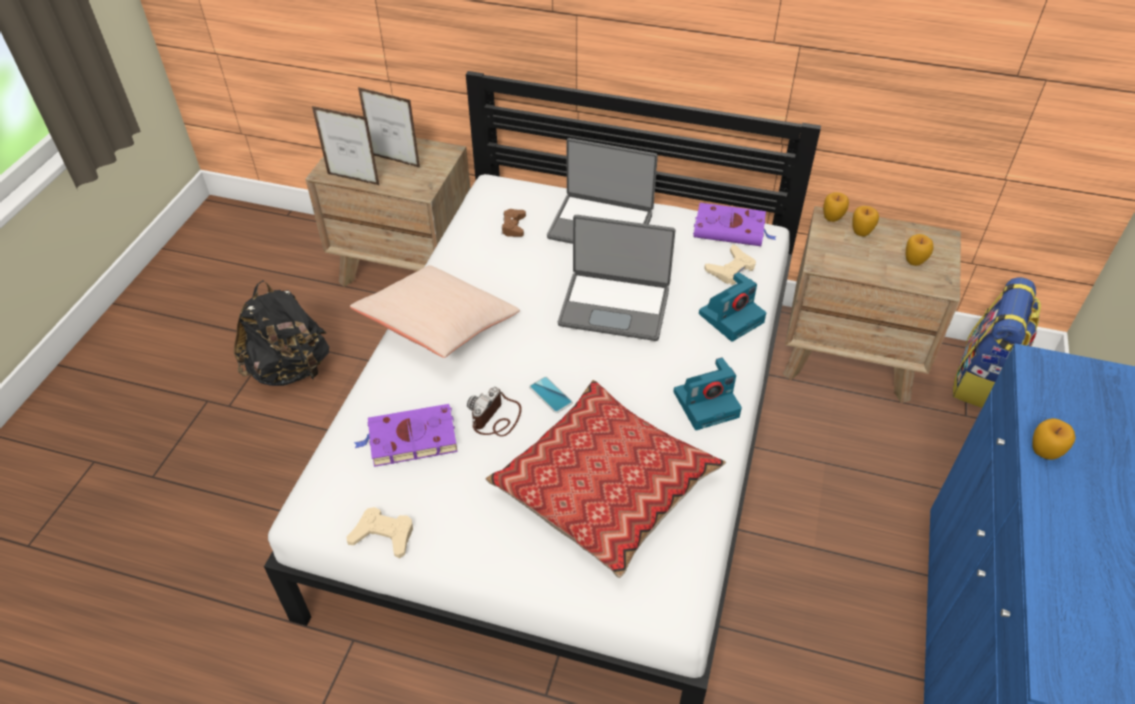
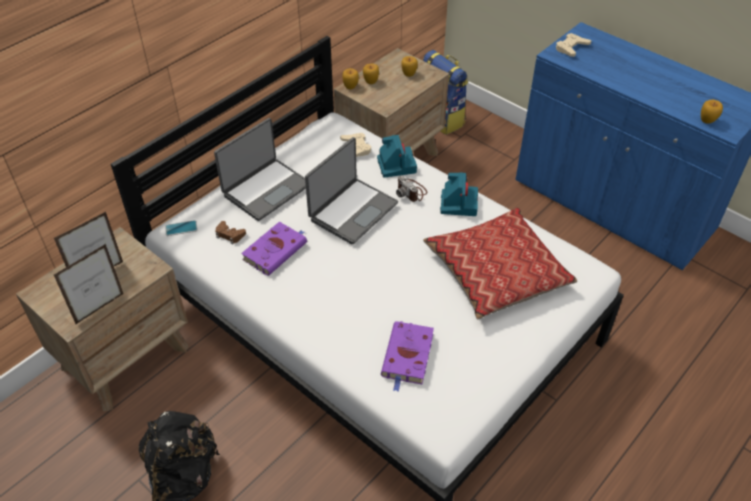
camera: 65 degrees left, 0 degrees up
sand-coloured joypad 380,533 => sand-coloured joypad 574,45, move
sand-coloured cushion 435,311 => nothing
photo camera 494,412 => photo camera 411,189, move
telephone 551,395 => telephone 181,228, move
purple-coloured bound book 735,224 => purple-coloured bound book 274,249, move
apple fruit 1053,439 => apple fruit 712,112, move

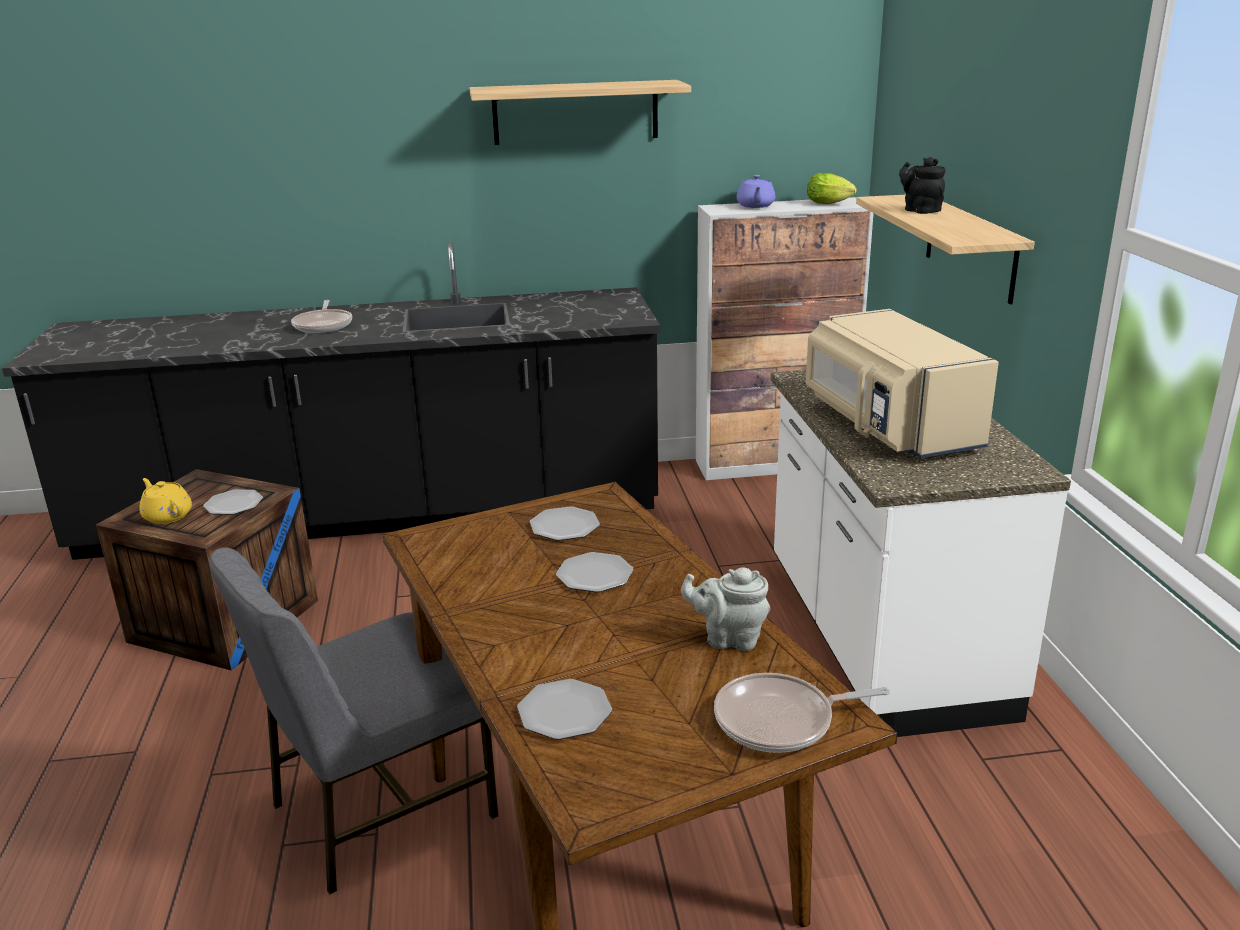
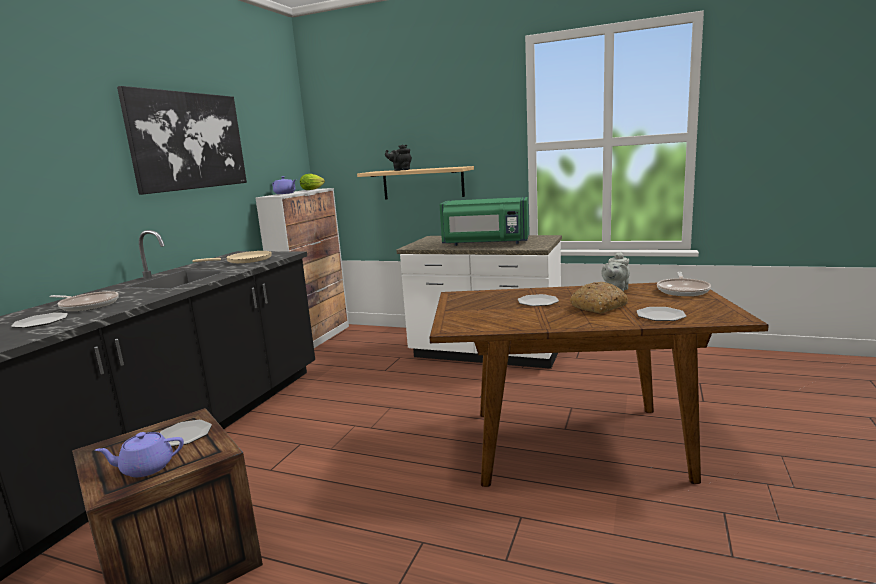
camera: 60 degrees left, 10 degrees down
yellowish pot for tea 165,501 => purple-coloured pot for tea 139,454
grey plain chair 354,721 => nothing
wall shelf 580,112 => wall picture 182,140
plate 565,523 => plate 39,320, move
sand-coloured kitchen microwave 902,383 => green-coloured kitchen microwave 484,221
nothing => sand-coloured frying pan 232,257
nothing => baked bread 599,297

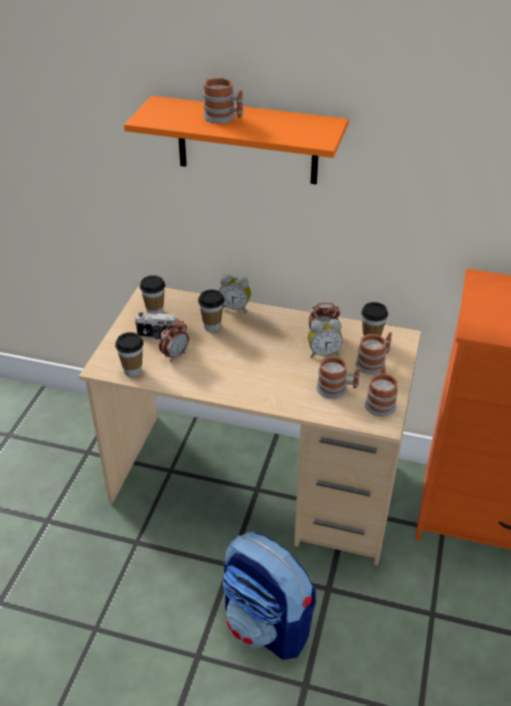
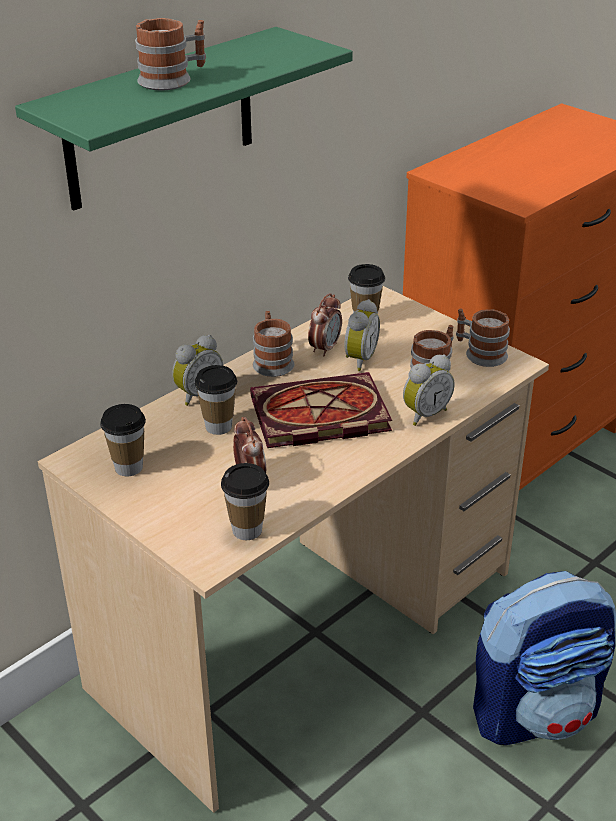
camera: 60 degrees left, 5 degrees down
orange wall shelf 236,140 => green-coloured wall shelf 184,118
photo camera 156,325 => nothing
coffee mug 374,353 => coffee mug 274,344, move
nothing => bound book 321,410
nothing => table clock 429,390

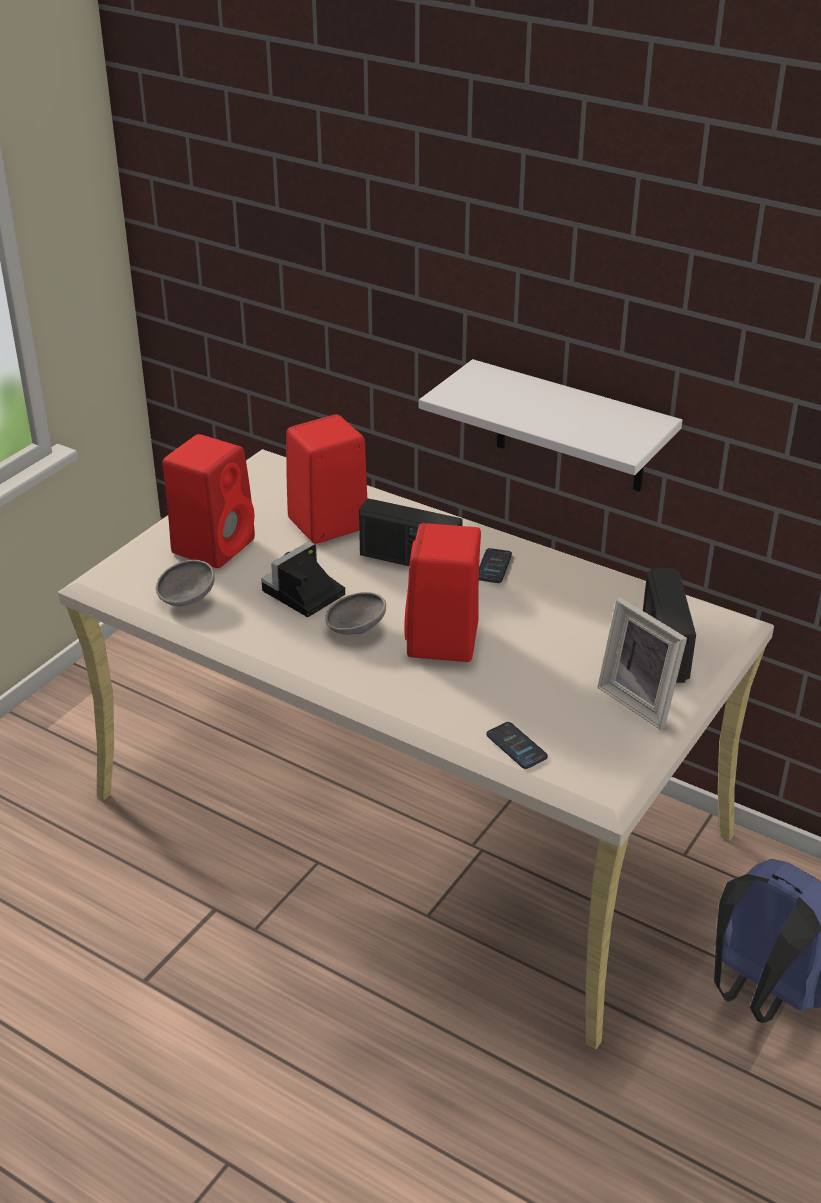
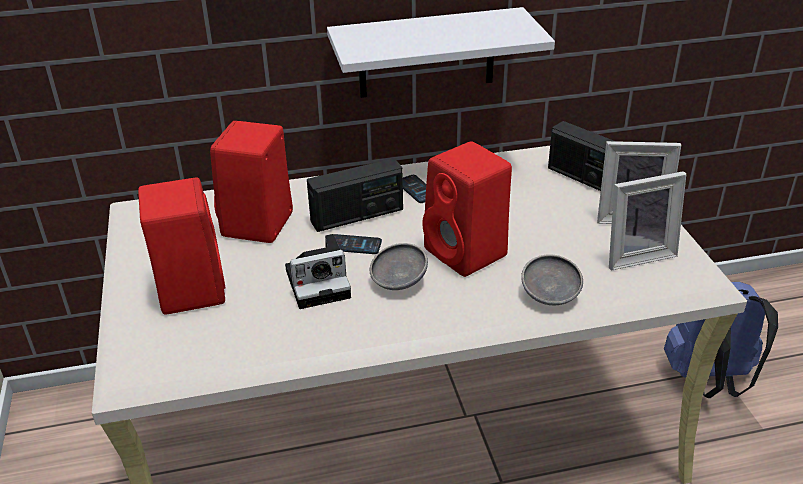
camera: 45 degrees left, 0 degrees up
grey bowl 185,583 => grey bowl 552,279, move
photo camera 303,579 => photo camera 318,271, 105 degrees counterclockwise
telephone 517,745 => telephone 357,244, move
nothing => picture frame 647,220

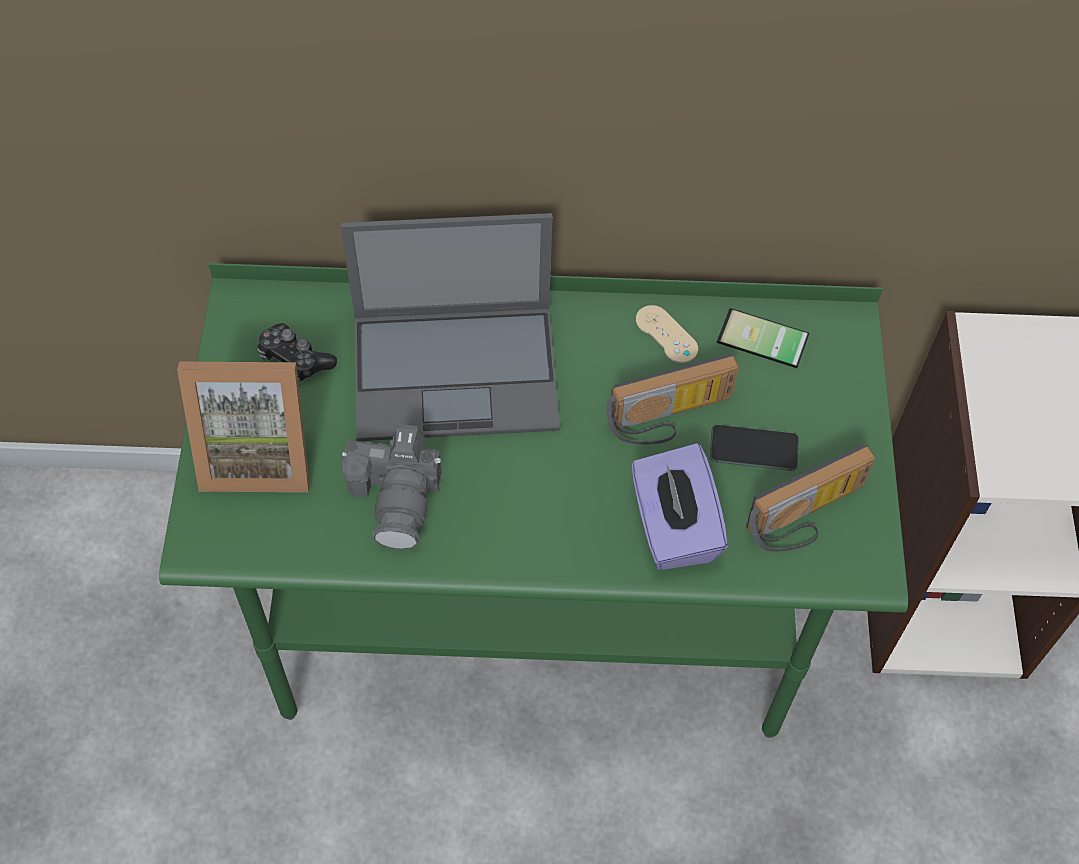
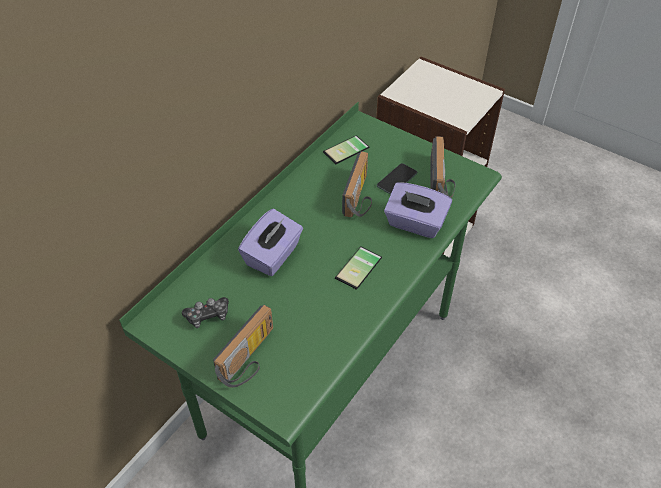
camera: 55 degrees left, 10 degrees down
picture frame 243,427 => radio set 243,346
notebook computer 450,327 => purple-coloured tissue box 270,242
photo camera 391,487 => nothing
sand-coloured joypad 667,334 => nothing
nothing => telephone 358,268

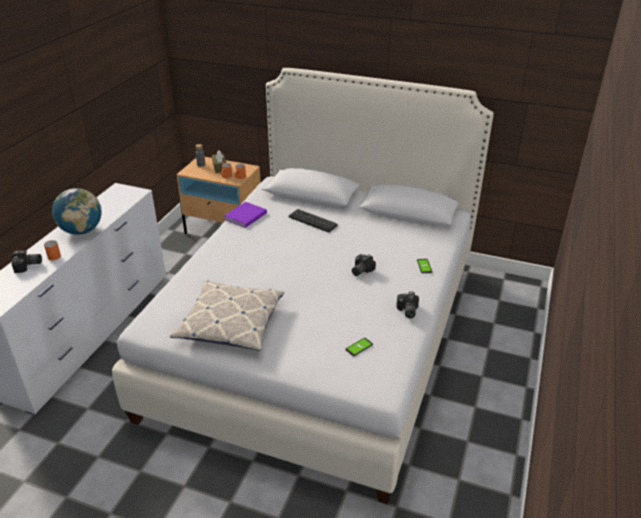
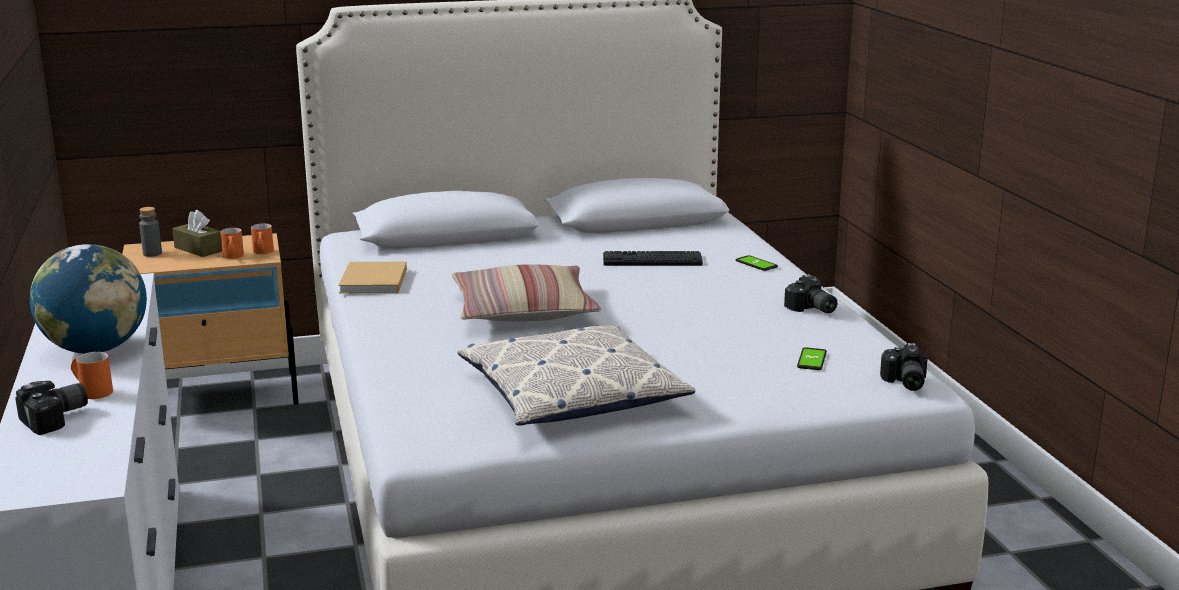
camera: 35 degrees left, 15 degrees down
purple-coloured bound book 245,215 => sand-coloured bound book 372,277
keyboard 313,221 => keyboard 653,258, move
photo camera 364,265 => photo camera 904,367, move
nothing => cushion 526,293

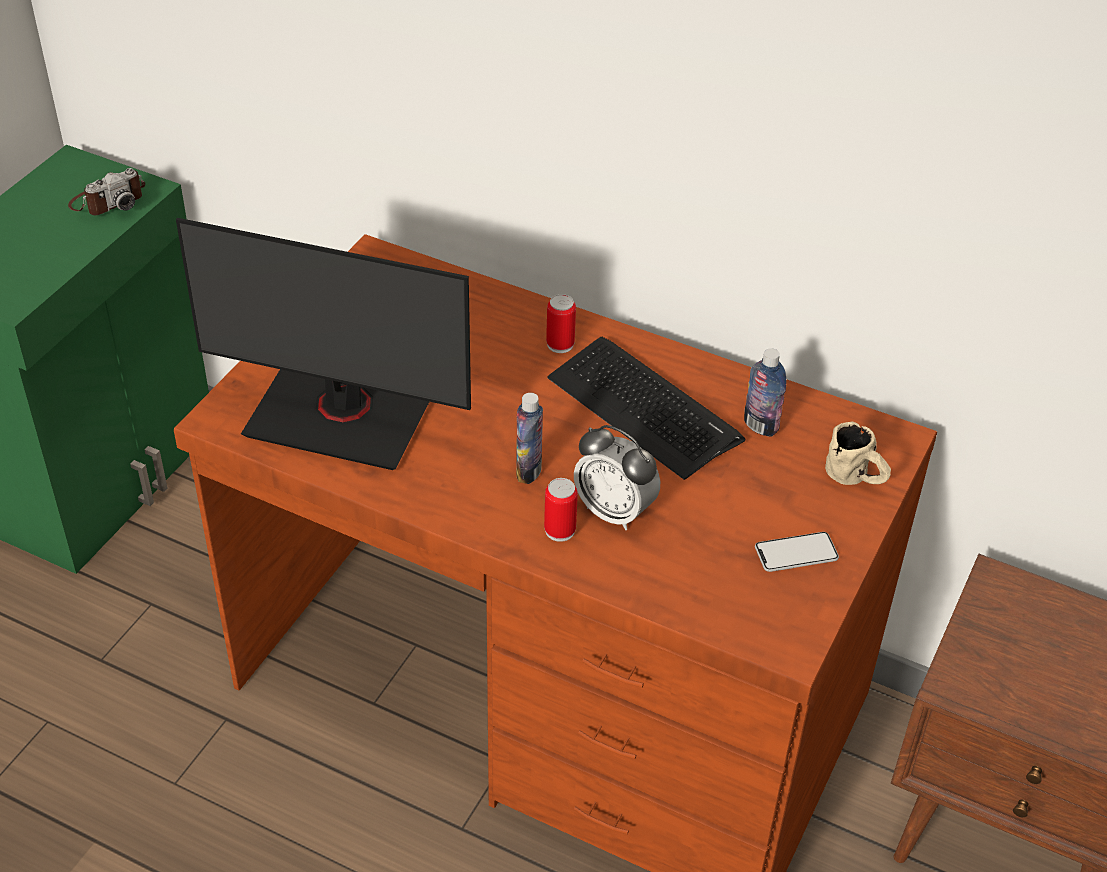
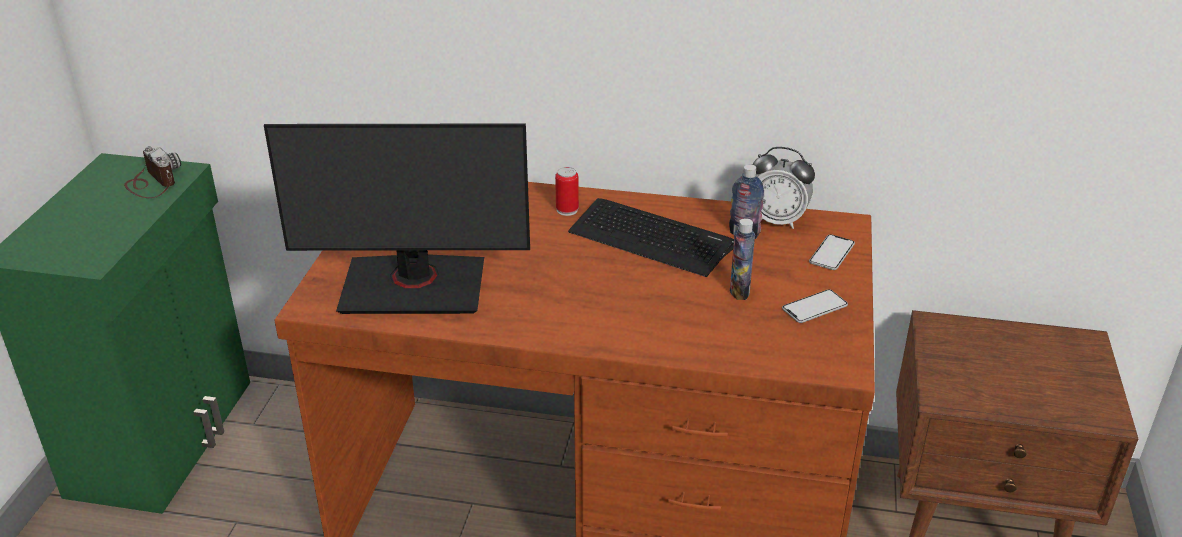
camera: 15 degrees left, 10 degrees down
photo camera 106,191 => photo camera 152,172, 75 degrees counterclockwise
drink bottle 529,438 => drink bottle 742,259, move
sealed can 561,510 => nothing
table clock 617,477 => table clock 784,188, move
sand-coloured coffee mug 858,453 => telephone 832,252

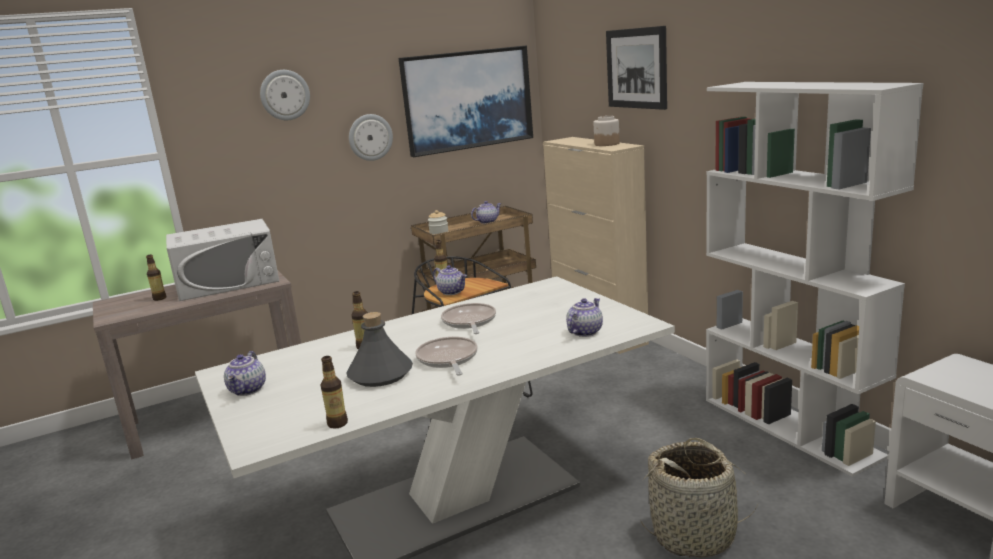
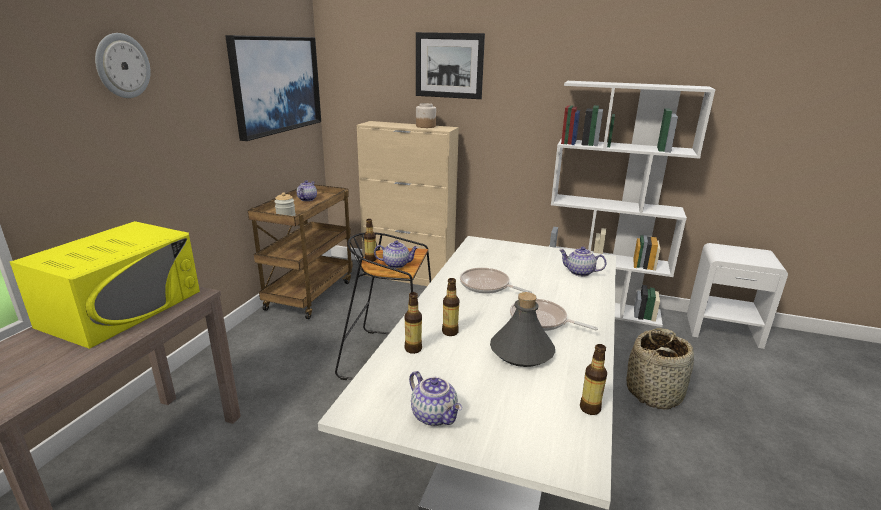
camera: 45 degrees left, 5 degrees up
drink bottle 156,278 => drink bottle 413,323, move
white kitchen microwave 222,260 => yellowish kitchen microwave 105,285
wall clock 371,137 => nothing
pot for tea 584,317 => pot for tea 582,262, 60 degrees counterclockwise

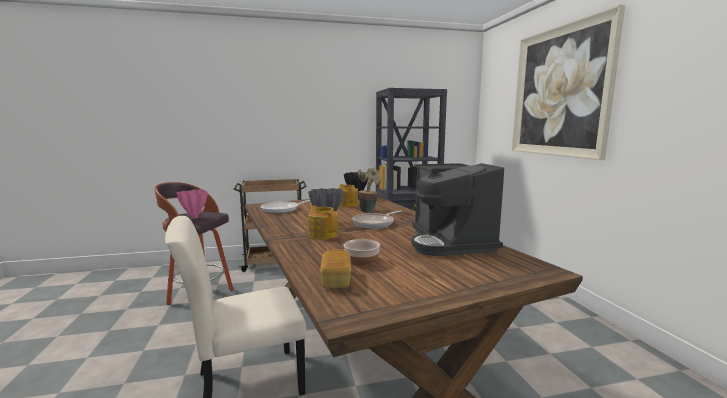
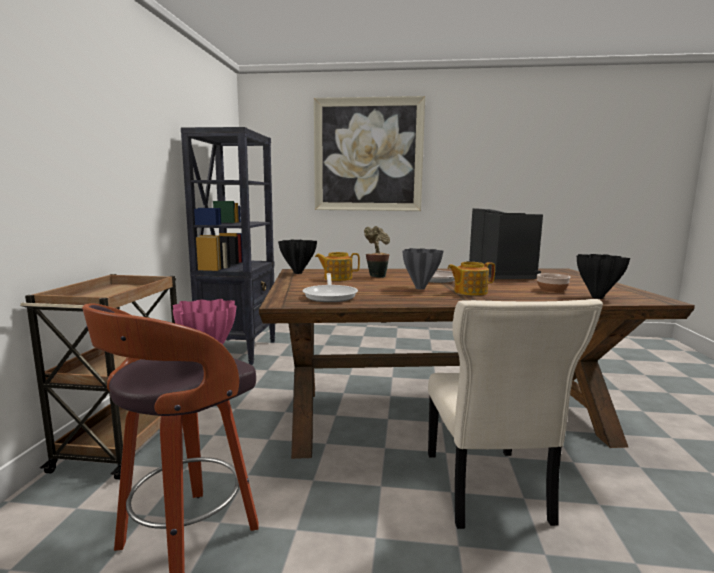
camera: 70 degrees left, 0 degrees up
baked bread 335,268 => blackish decorative vase 603,276
coffee machine 457,209 => coffee machine 504,243, 105 degrees counterclockwise

